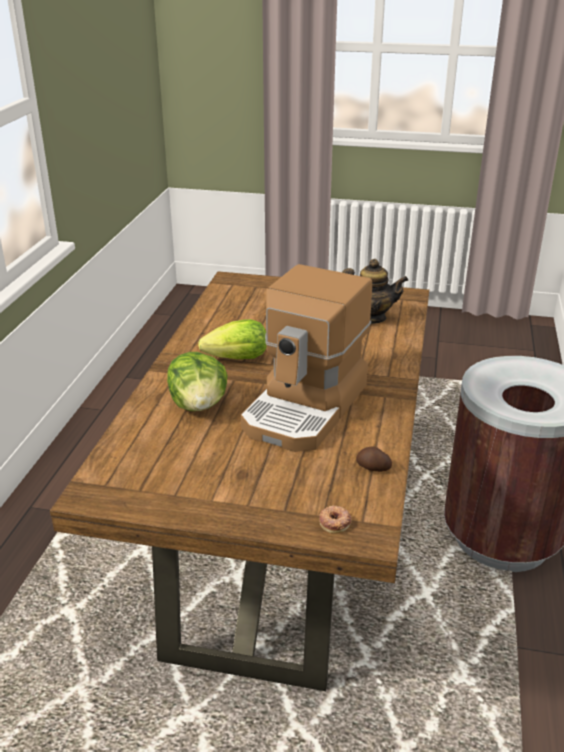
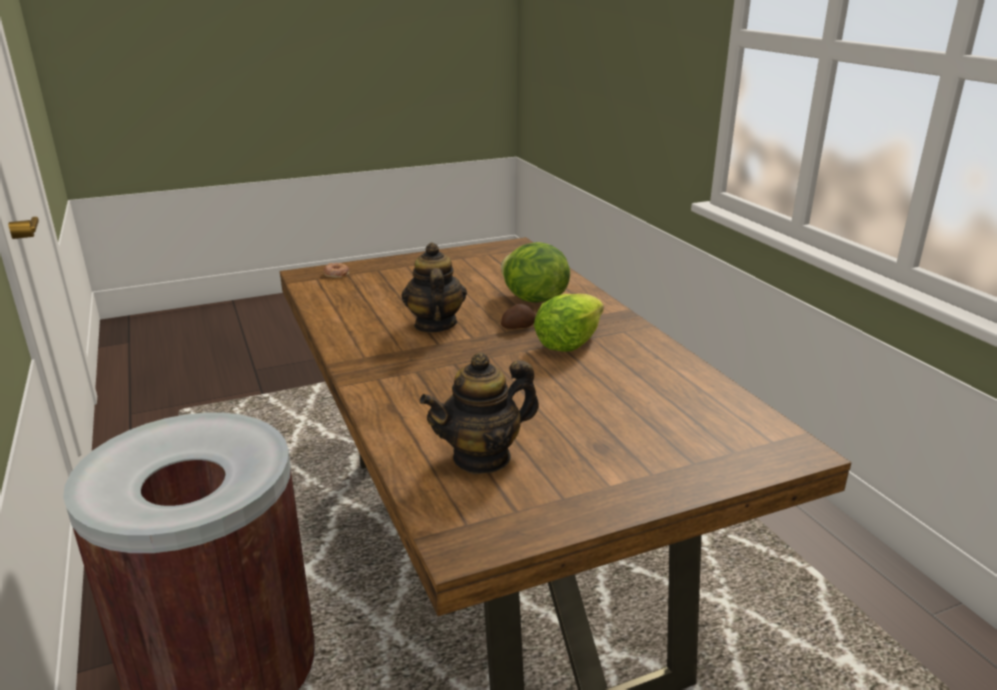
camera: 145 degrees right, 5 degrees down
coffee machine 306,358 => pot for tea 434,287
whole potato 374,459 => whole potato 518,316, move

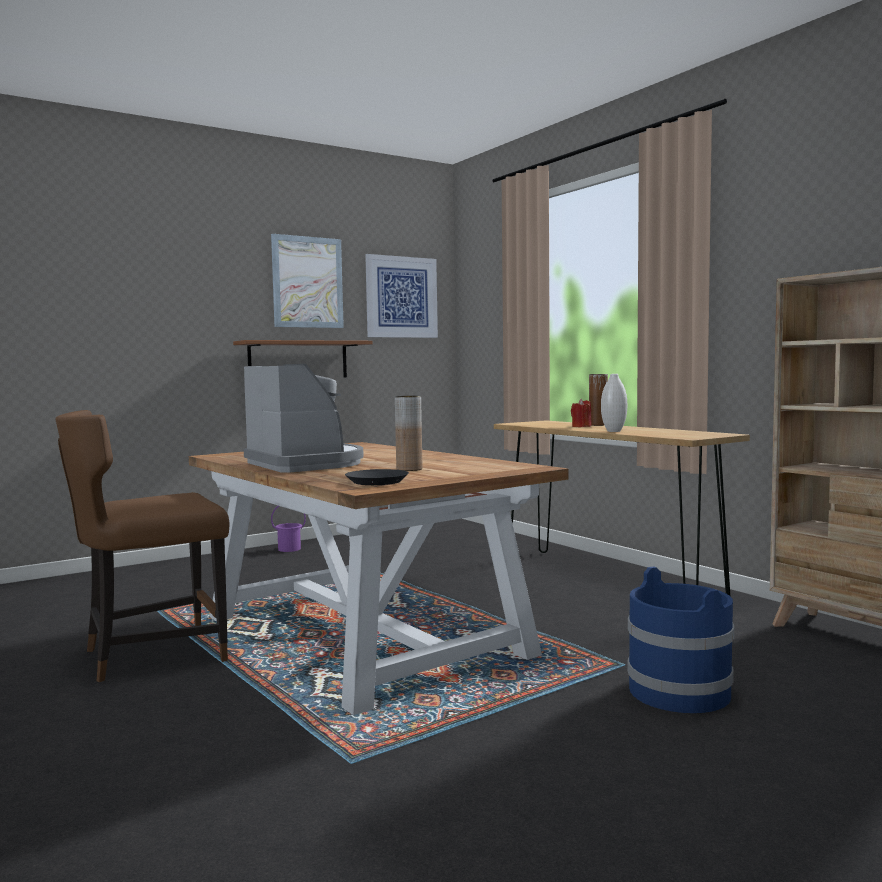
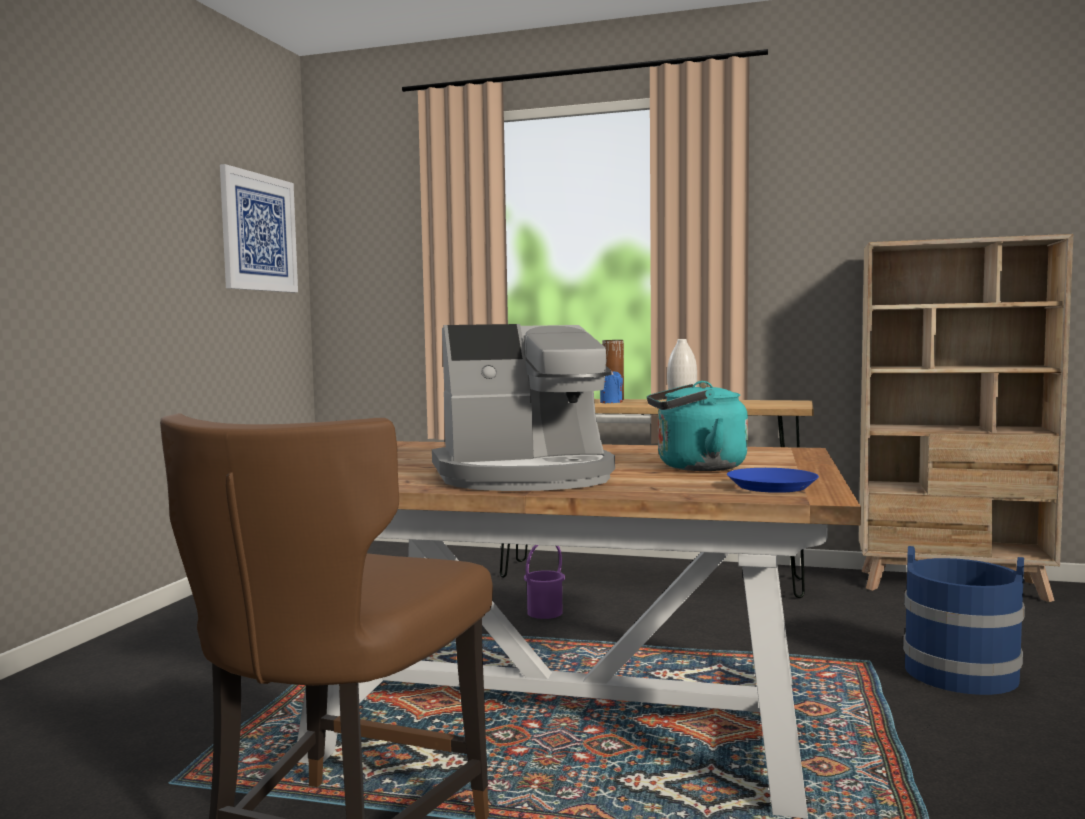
camera: 40 degrees left, 0 degrees up
brown wall shelf 303,359 => nothing
coffee machine 303,418 => coffee machine 523,407, 150 degrees clockwise
wall picture 307,281 => nothing
purple-coloured water bucket 288,529 => purple-coloured water bucket 544,582, move
blackish plate 377,477 => bluish plate 773,480
brown decorative vase 408,433 => turquoise kettle 697,426
reddish candle 581,413 => bluish candle 611,386

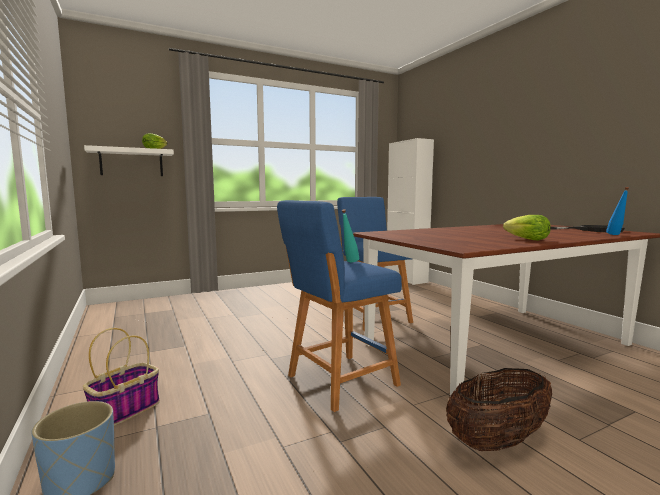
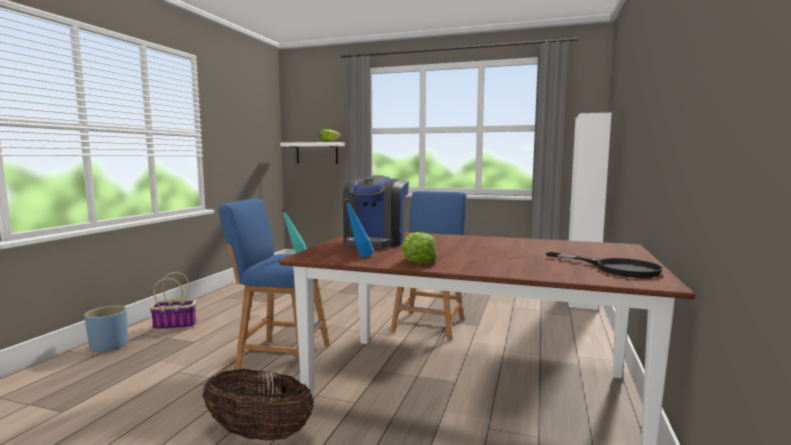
camera: 45 degrees right, 0 degrees up
bluish drink bottle 617,211 => bluish drink bottle 359,228, move
nothing => coffee machine 376,211

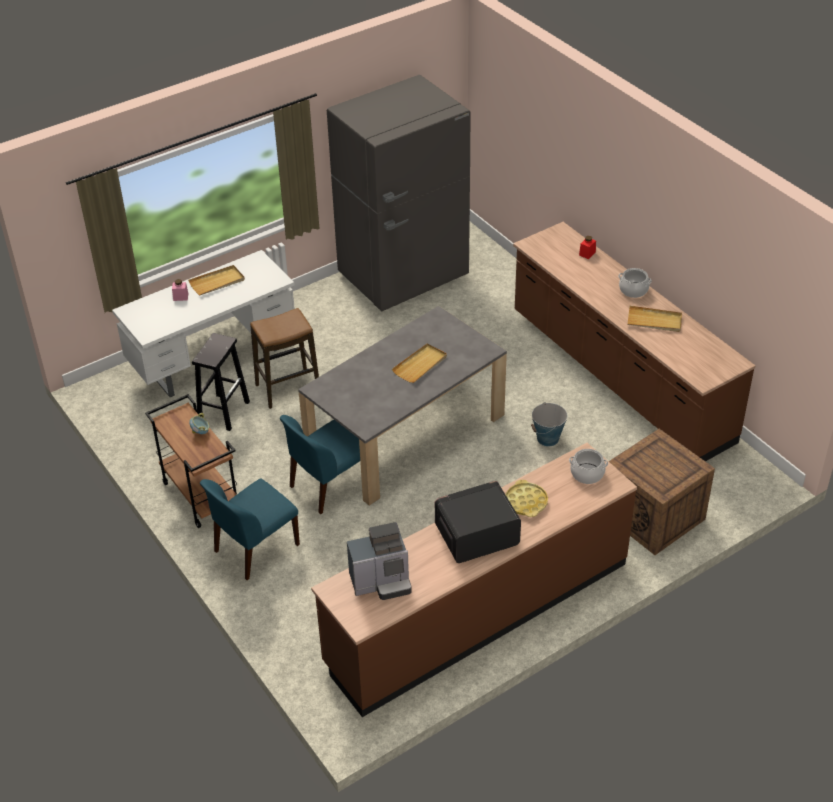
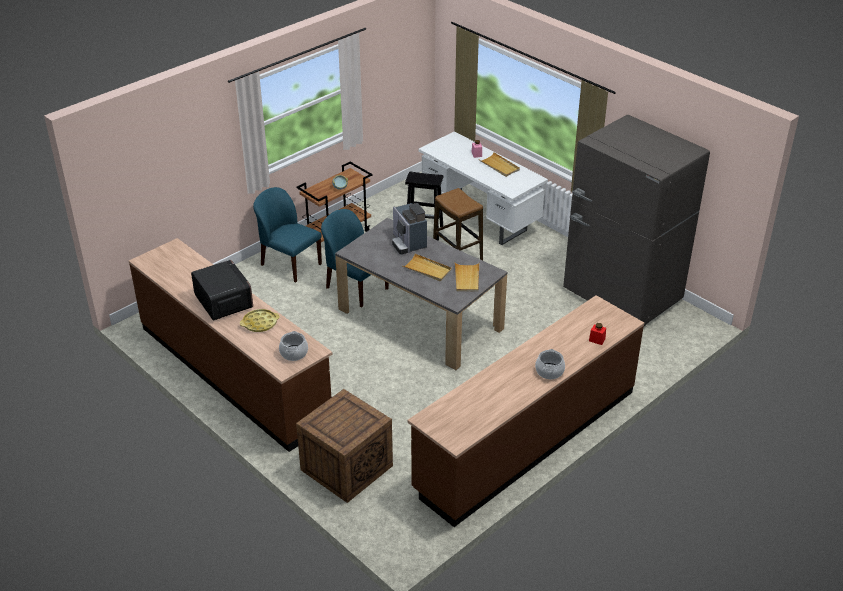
camera: 80 degrees right, 5 degrees down
coffee machine 379,561 => coffee machine 409,228, move
water bucket 549,424 => nothing
sand-coloured serving tray 654,319 => sand-coloured serving tray 467,277, move

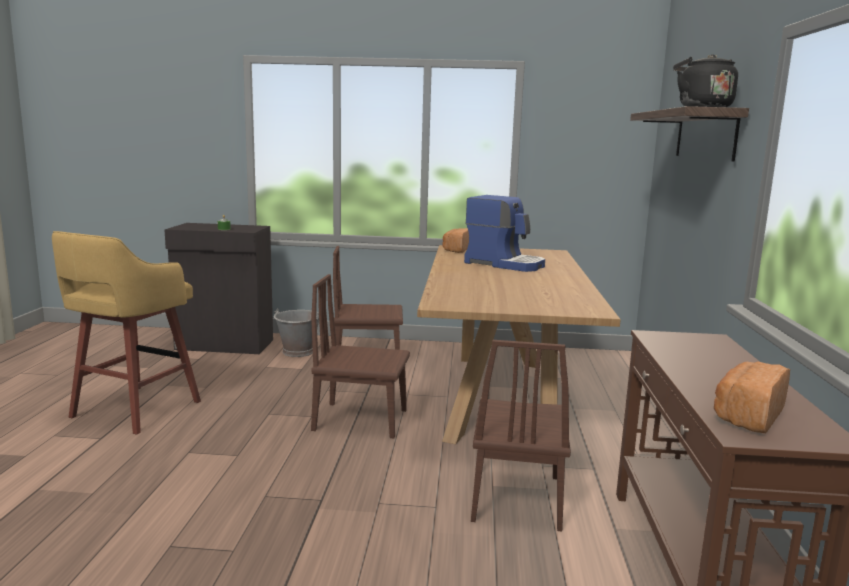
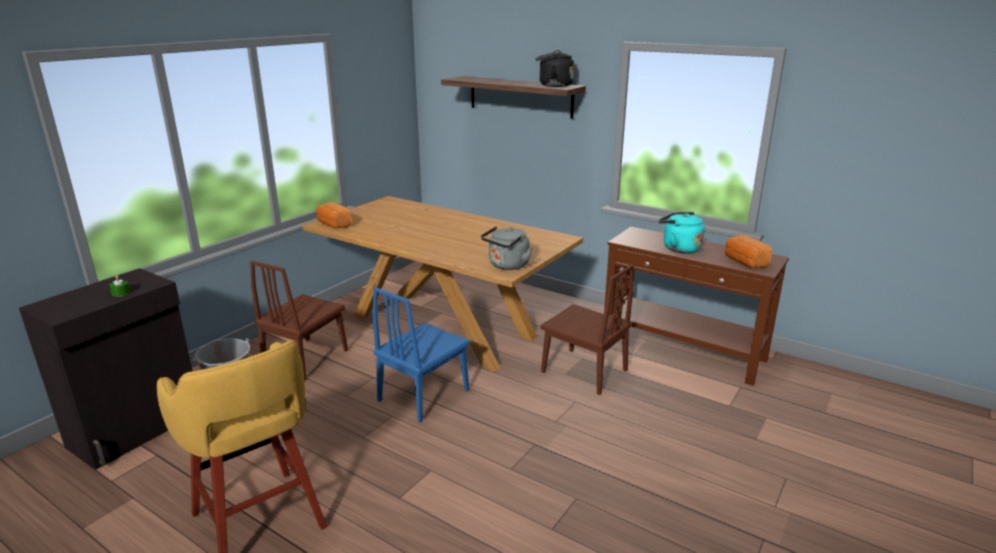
camera: 60 degrees left, 10 degrees up
brown plain chair 360,356 => bluish plain chair 421,355
coffee machine 504,233 => nothing
nothing => grey kettle 506,248
nothing => turquoise kettle 682,232

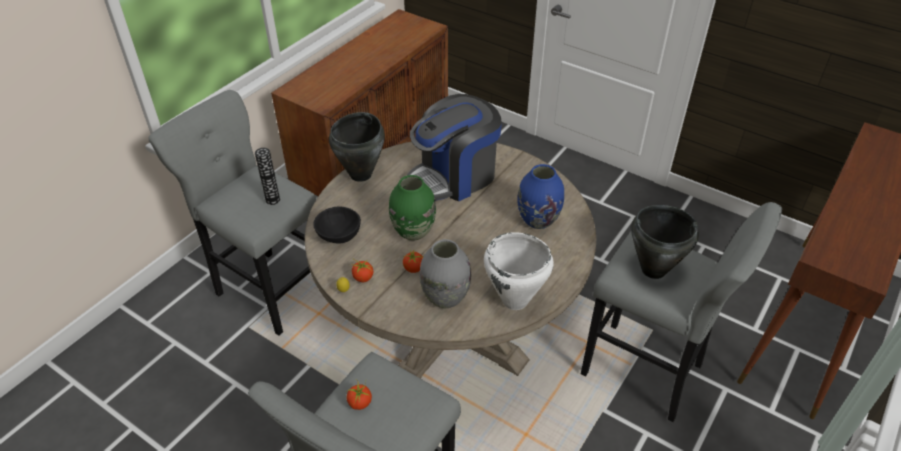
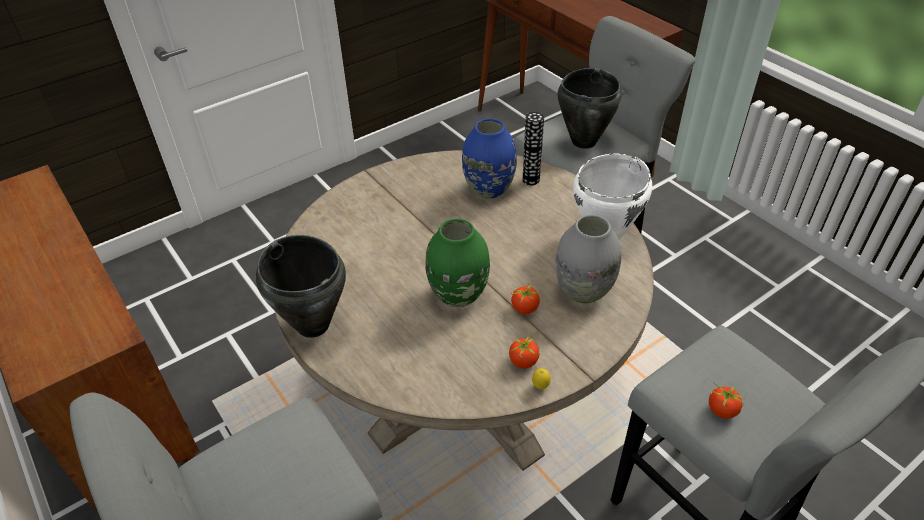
camera: 70 degrees left, 0 degrees up
decorative vase 267,176 => decorative vase 533,148, move
blackish bowl 337,225 => nothing
coffee machine 454,147 => nothing

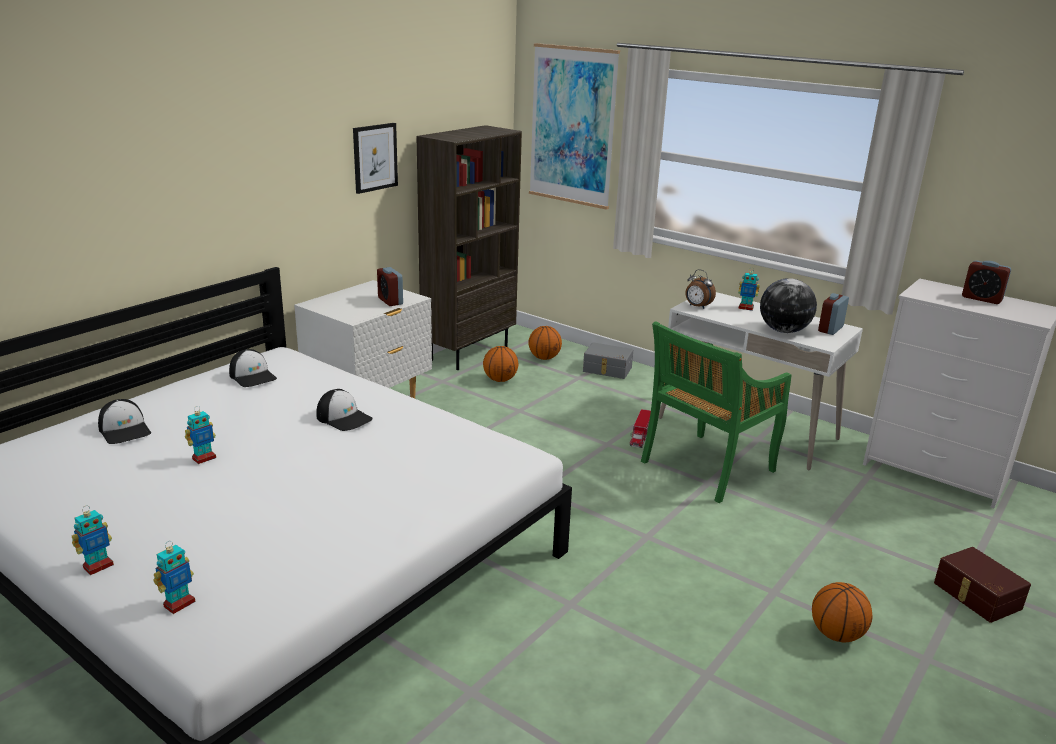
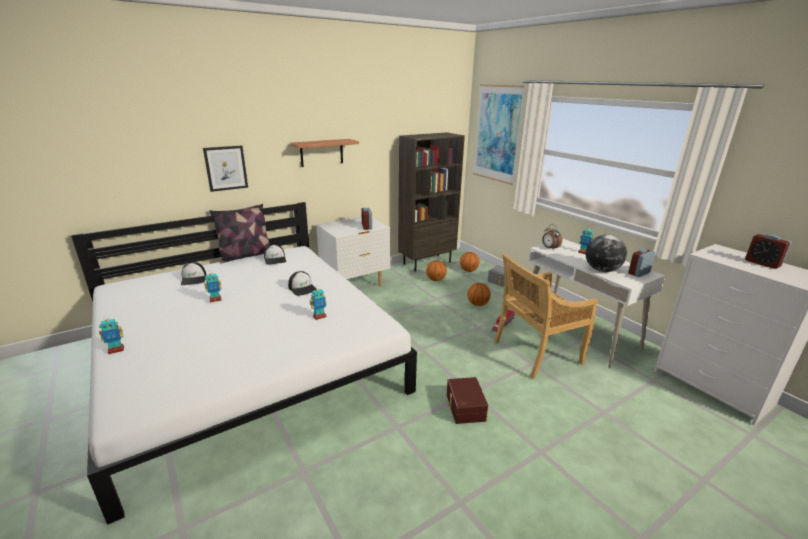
camera: 20 degrees right, 0 degrees up
robot figure 174,577 => robot figure 318,304, move
wall picture 375,158 => wall picture 225,169, move
green-coloured plain chair 716,412 => sand-coloured plain chair 546,316
basketball 842,612 => basketball 479,294, move
brown storage container 982,585 => brown storage container 467,400, move
nothing => cushion 239,233
nothing => wall shelf 325,153

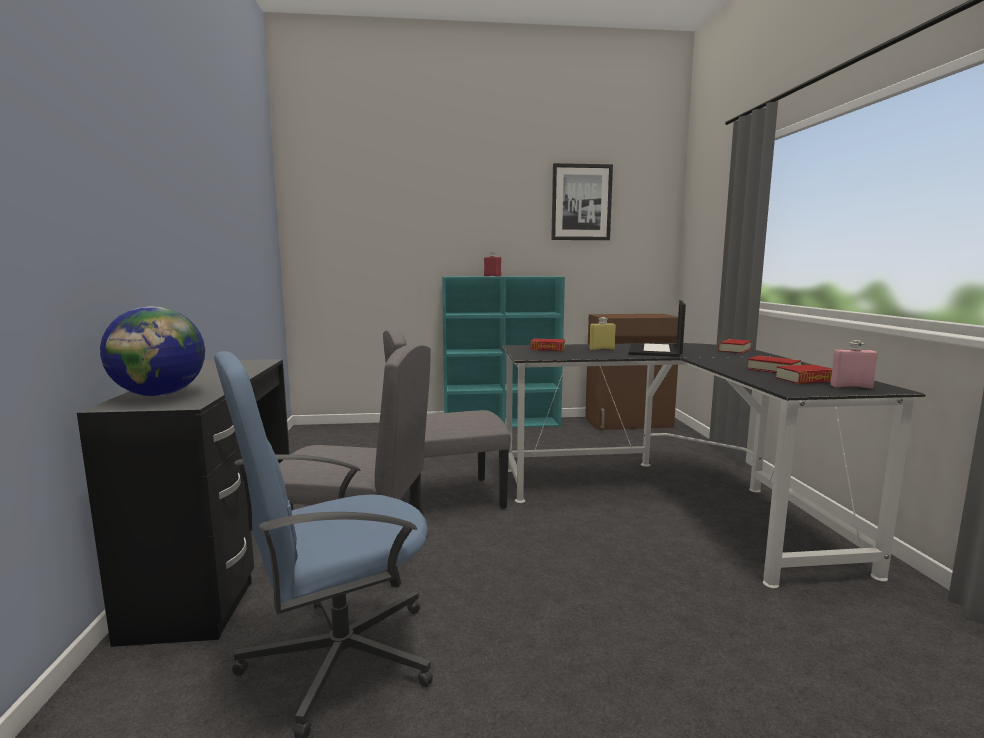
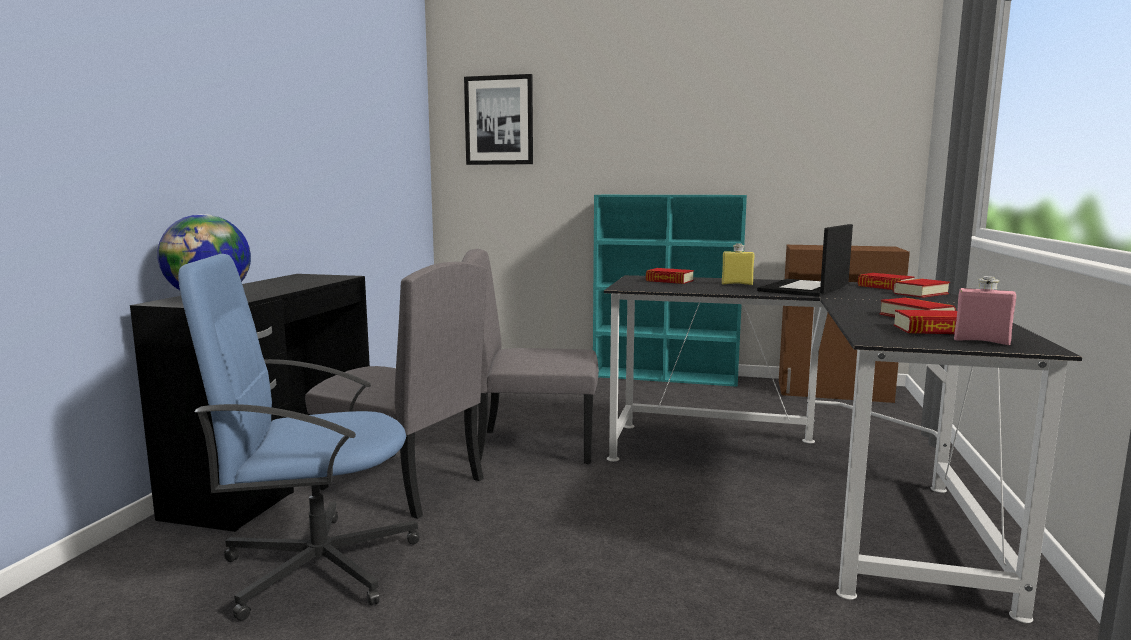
camera: 20 degrees right, 0 degrees up
reddish drink bottle 492,264 => nothing
wall picture 582,201 => wall picture 498,119, move
nothing => bound book 886,281

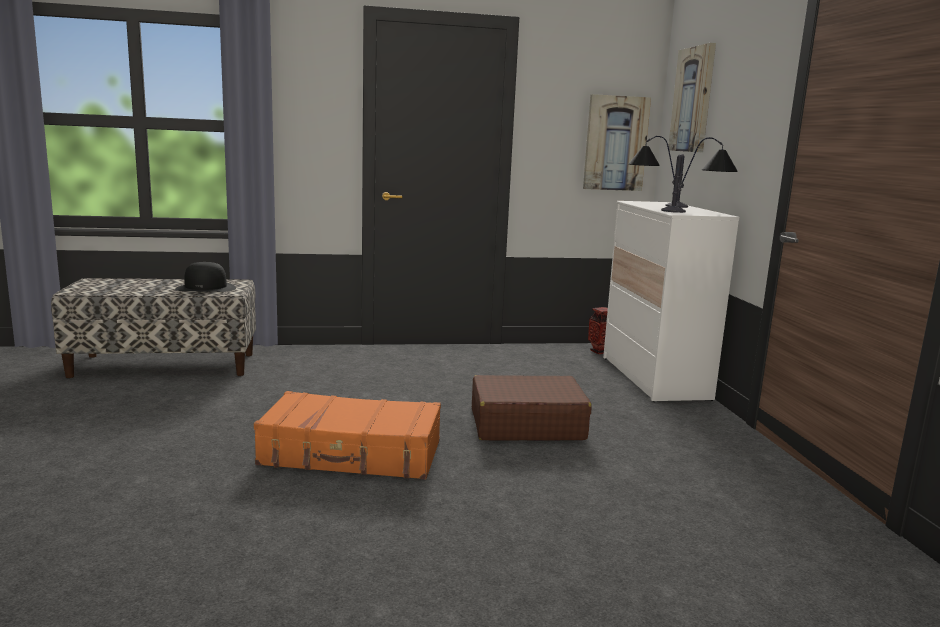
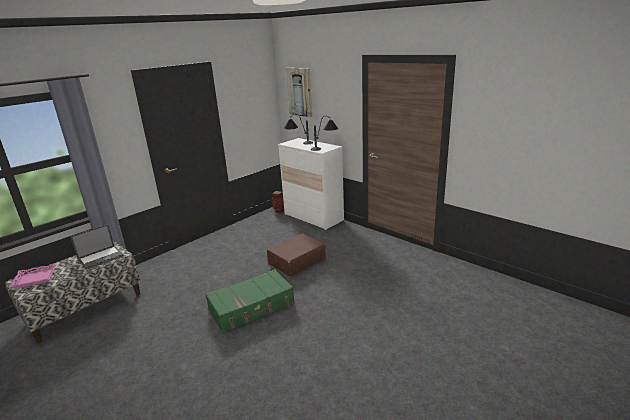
camera: 35 degrees left, 10 degrees up
blackish hat 205,277 => notebook computer 97,247
orange travel case 347,435 => green-coloured travel case 250,301
wall picture 617,142 => nothing
nothing => pink serving tray 32,276

